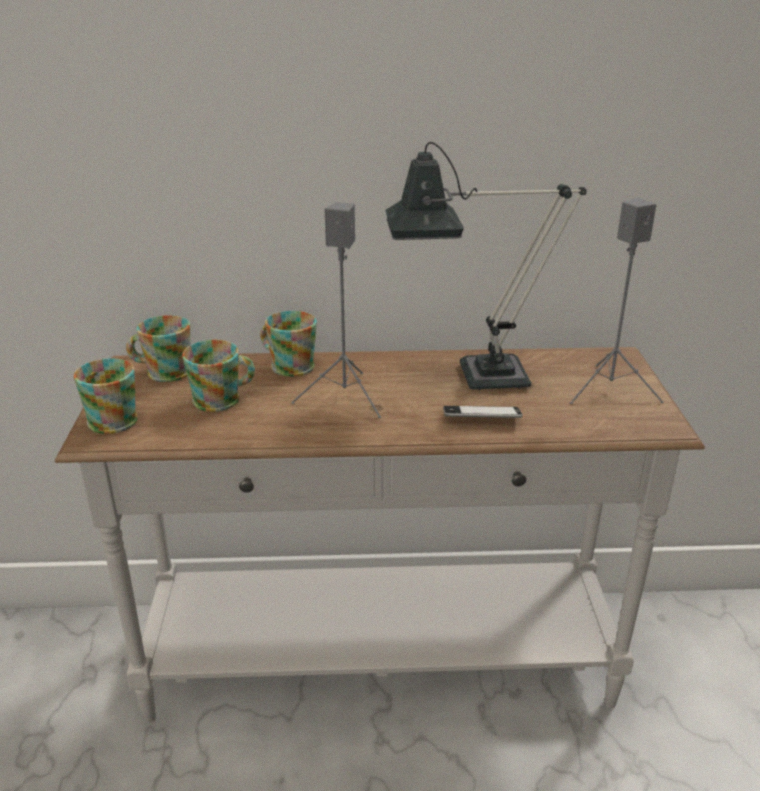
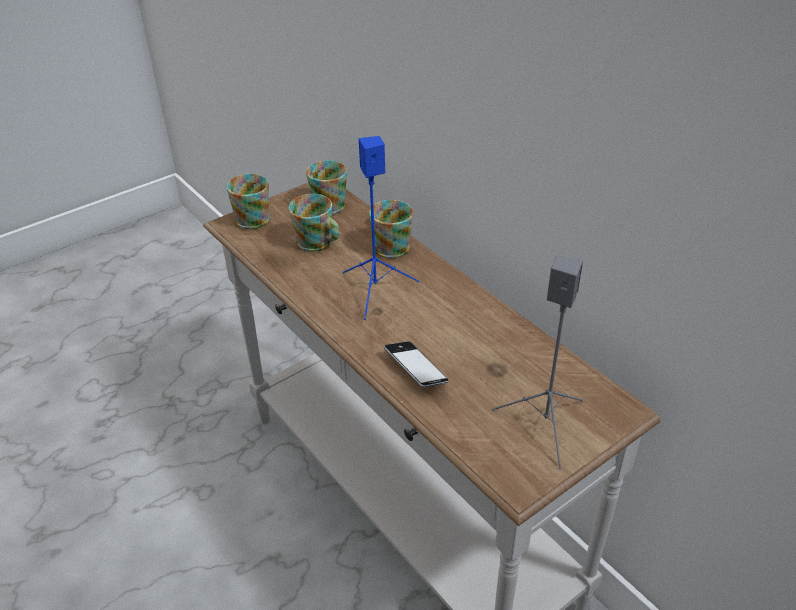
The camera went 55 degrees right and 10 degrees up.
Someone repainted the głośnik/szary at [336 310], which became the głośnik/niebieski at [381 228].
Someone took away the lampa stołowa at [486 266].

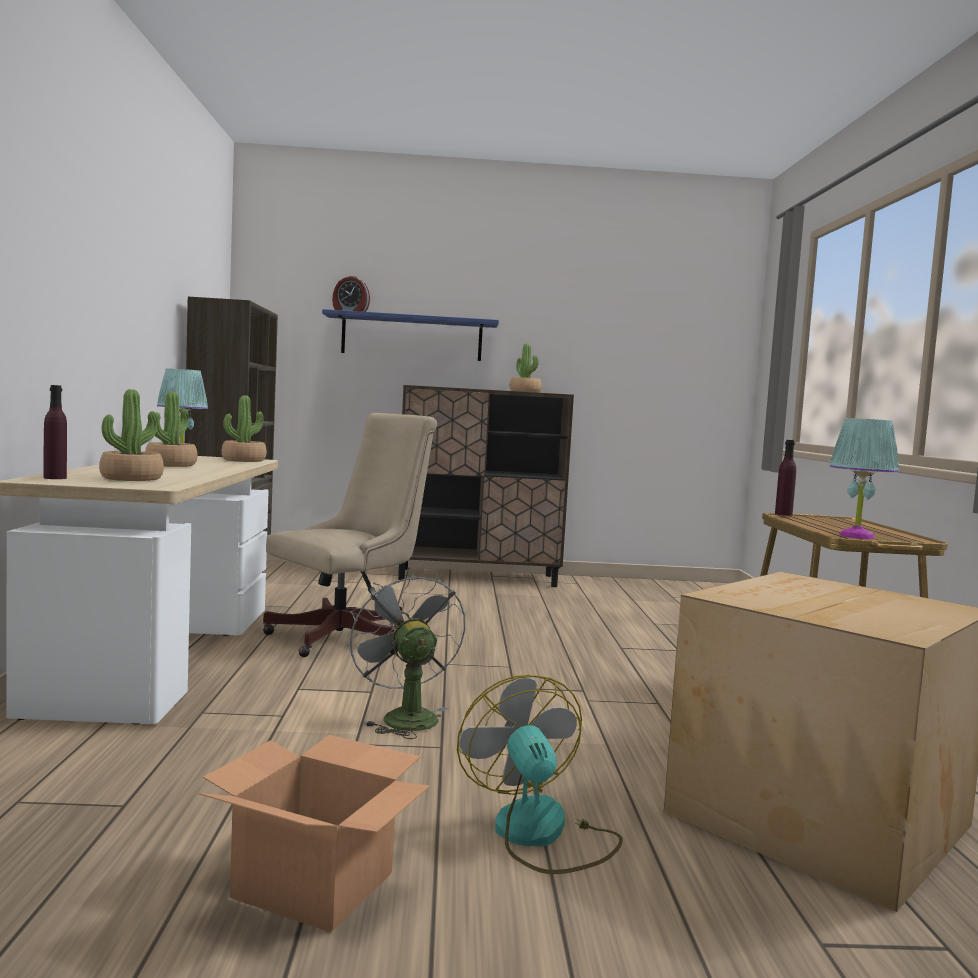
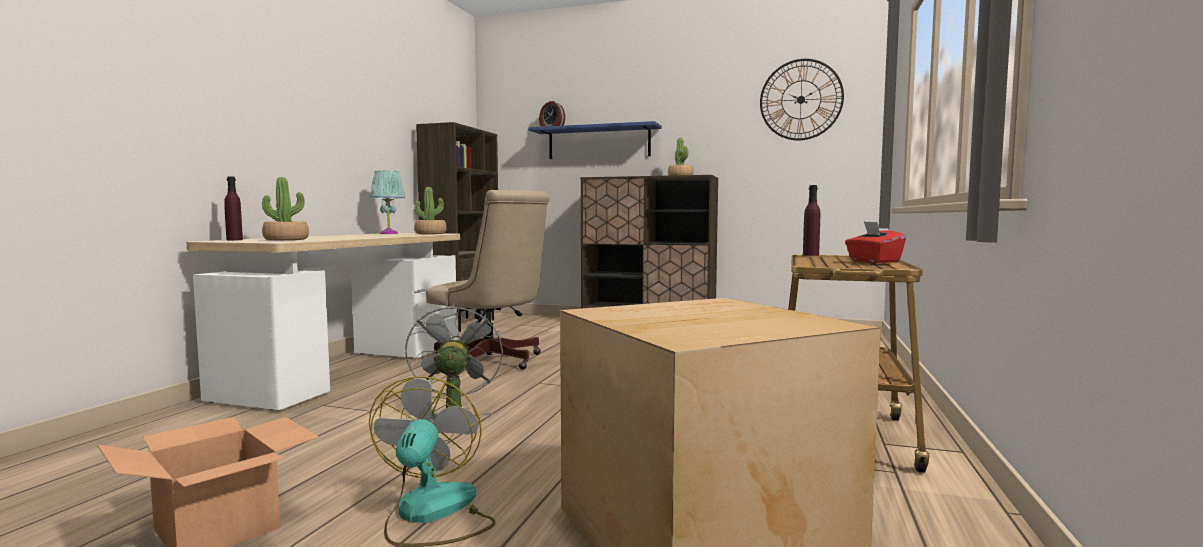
The camera went 20 degrees right and 0 degrees up.
Someone took away the roślina doniczkowa at [171 429].
Someone rotated the krzesło biurowe/beżowy at [350 535] by 60 degrees clockwise.
Someone took away the lampa stołowa/turkusowy at [864 478].
Someone put up the zegar ścienny at [802 99].
Someone put down the pudełko chusteczek/czerwony at [875 242].

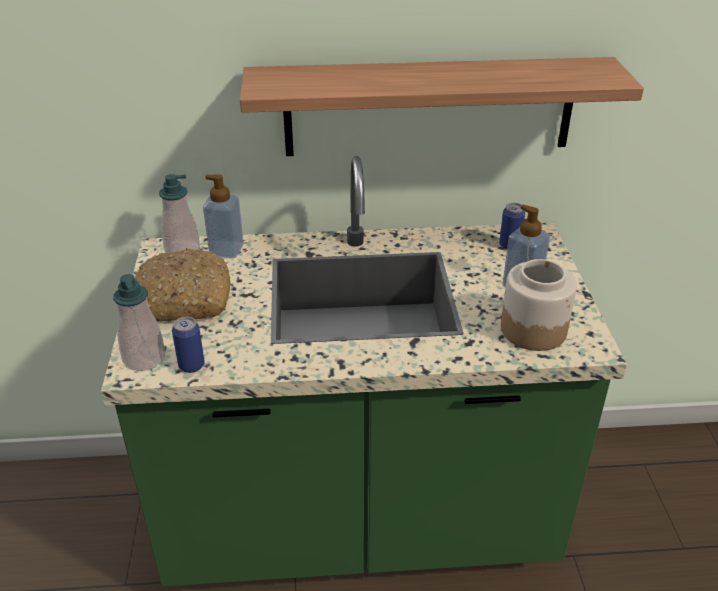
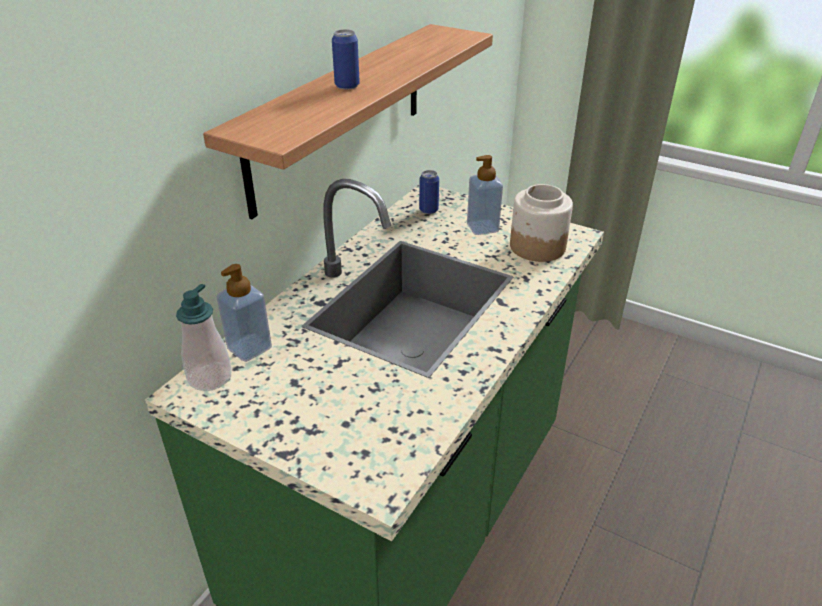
The camera went 55 degrees left and 0 degrees up.
Someone took away the dozownik mydła at [139 322].
Someone took away the chleb at [182 285].
Someone carried the puszka from [188 345] to [346 59].

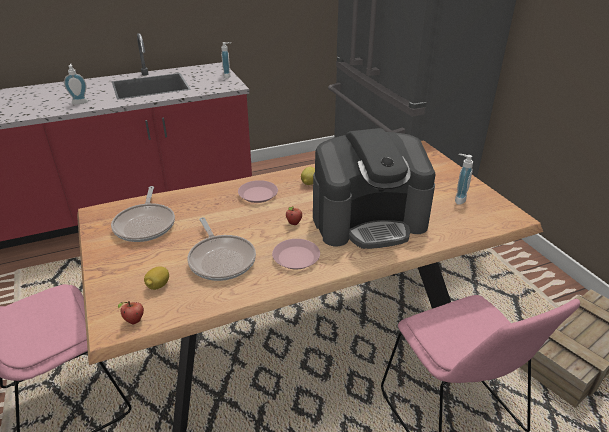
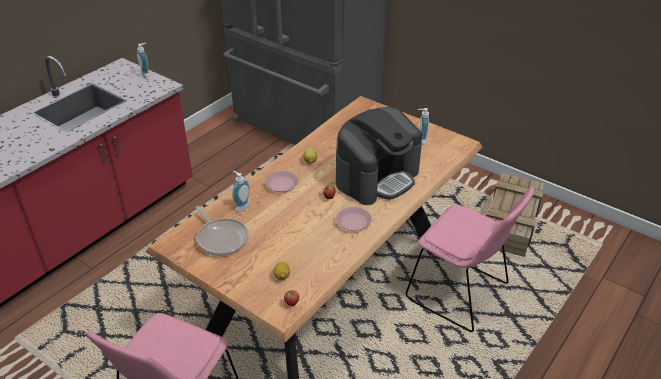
The camera went 30 degrees left and 5 degrees up.
Someone carried the dozownik mydła from [76 84] to [241 191].
Someone took away the patelnia at [221 249].

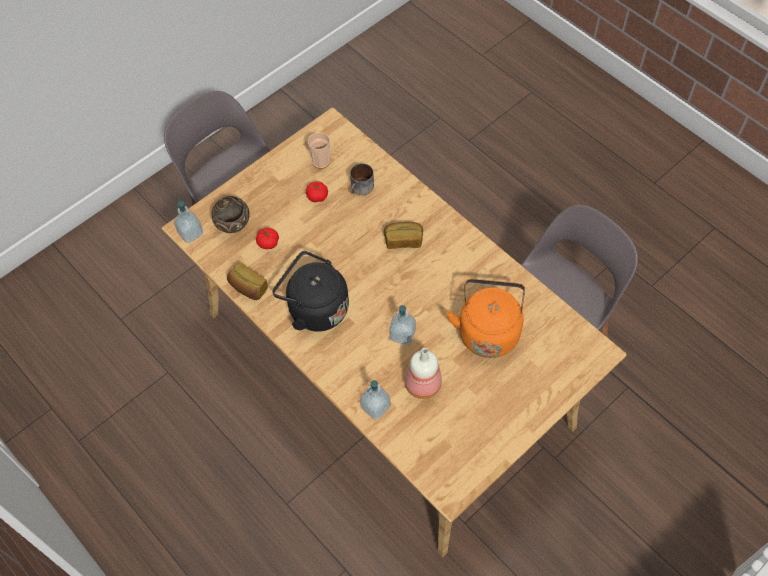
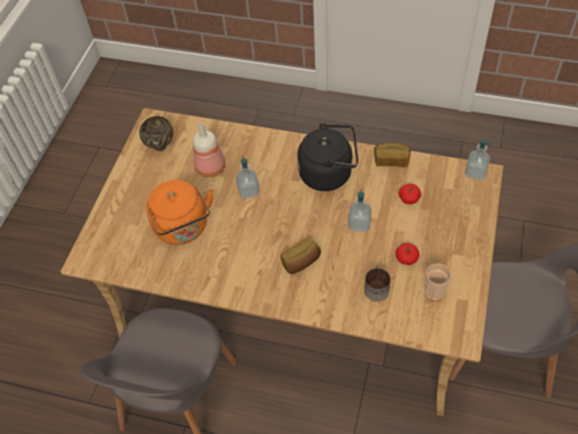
The camera went 150 degrees right and 5 degrees down.
Someone carried the miska/brązowy from [231 214] to [156 133].
Someone carried the dozownik mydła from [375 400] to [360 210].

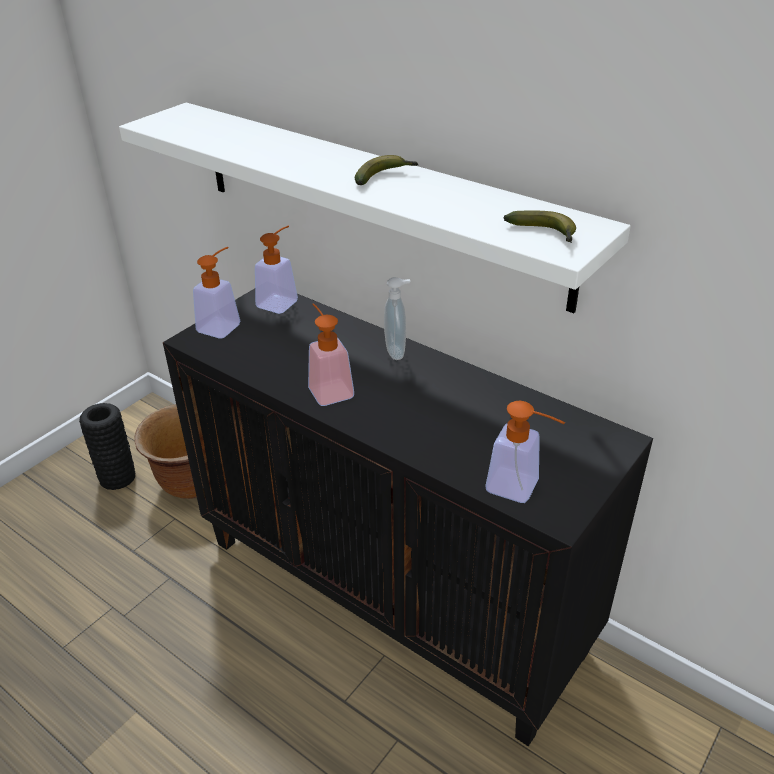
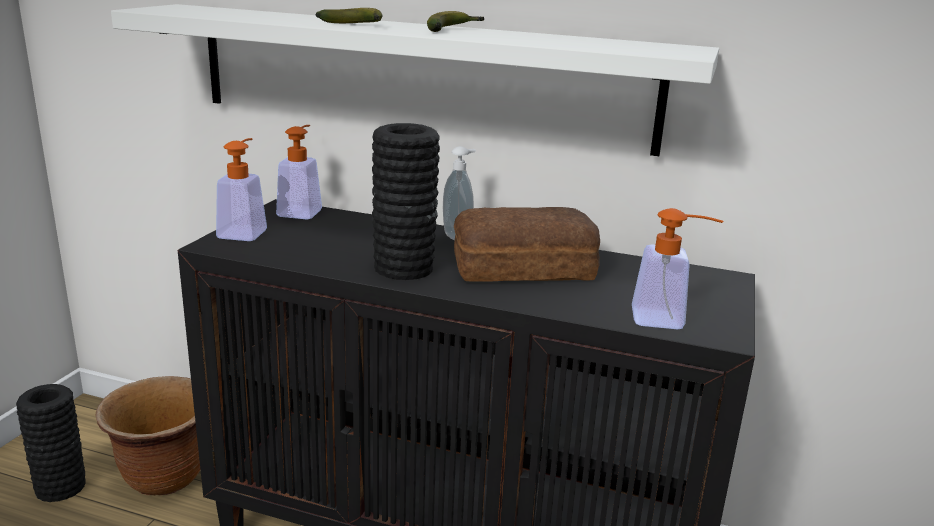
The camera went 20 degrees left and 15 degrees down.
Someone swapped the dozownik mydła at [331 354] for the wazon/czarny at [406 201].
Someone carried the banan from [540 227] to [349 15].
Someone put down the chleb at [527 244].

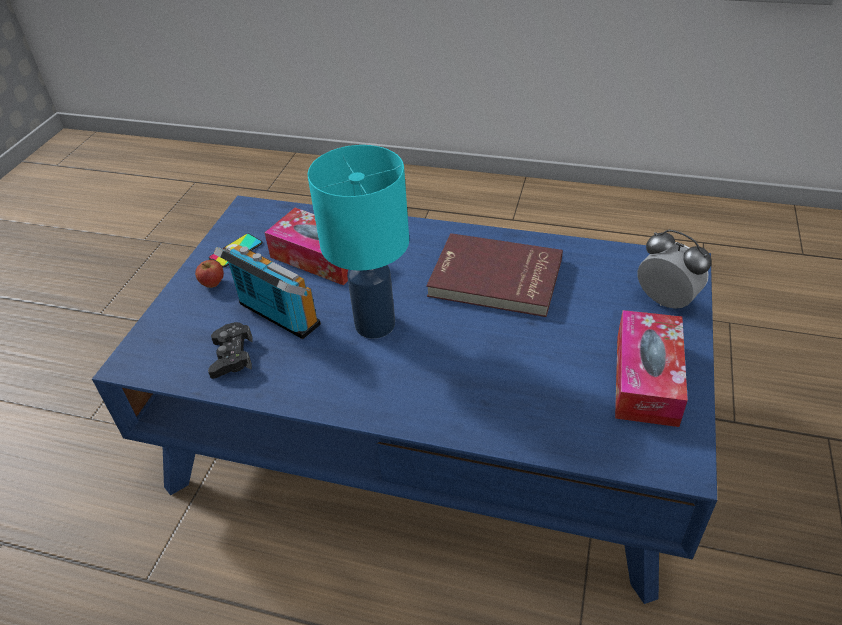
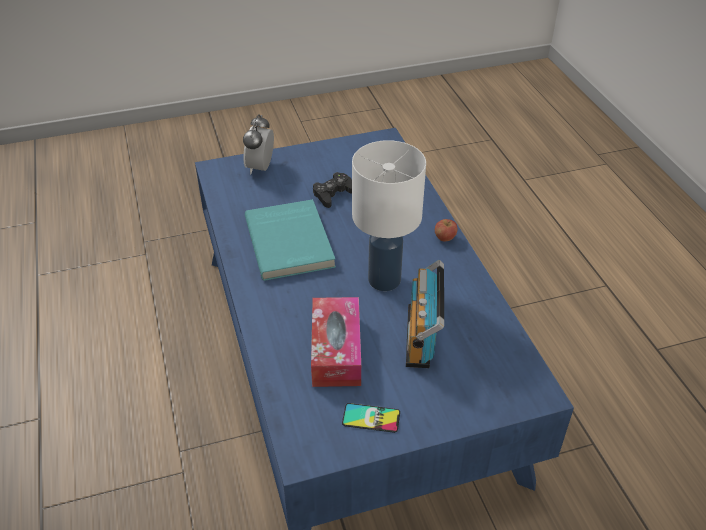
The camera went 125 degrees left and 0 degrees up.
Someone carried the jabłko from [209 274] to [446 230].
Someone carried the pad do gier/czarny from [230 350] to [332 190].
Someone repainted the lampa stołowa/turkusowy at [358 241], which became the lampa stołowa/biały at [389 215].
Someone repainted the książka/czerwony at [494 275], which became the książka/turkusowy at [290 240].
Someone took away the pudełko chusteczek at [651 368].

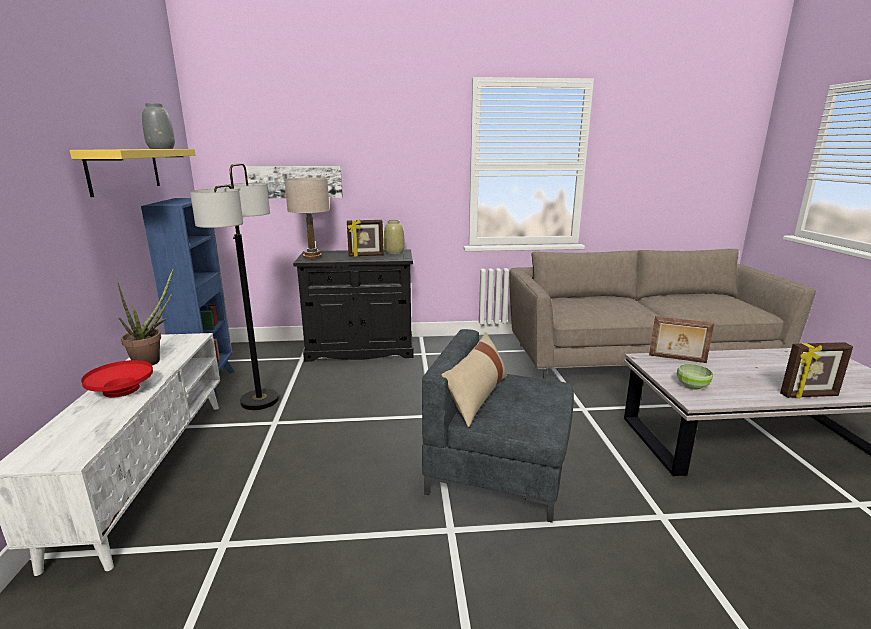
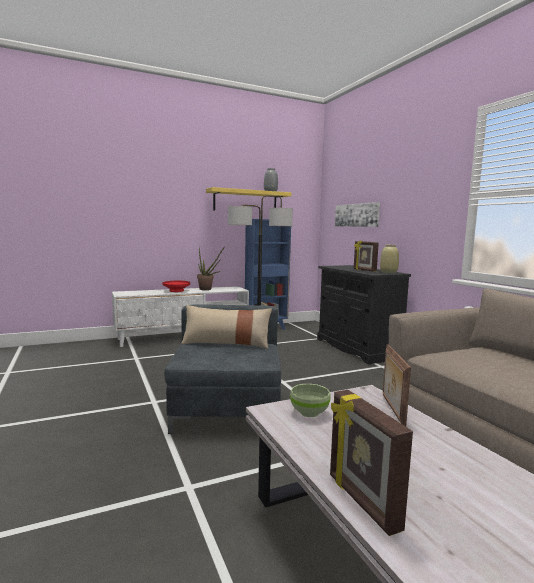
The camera went 70 degrees right and 10 degrees down.
Someone took away the lampa stołowa/beżowy at [307 218].

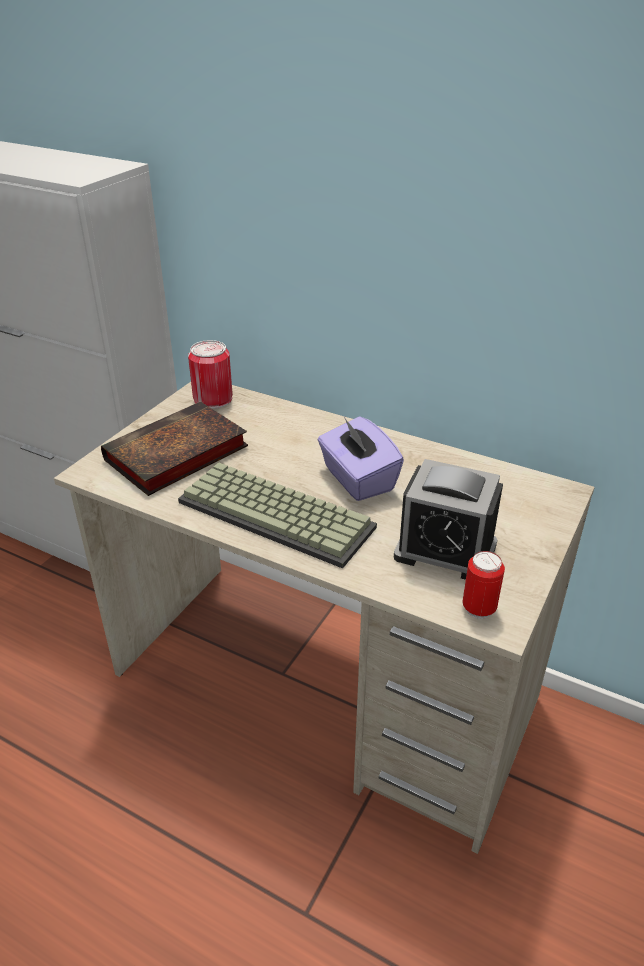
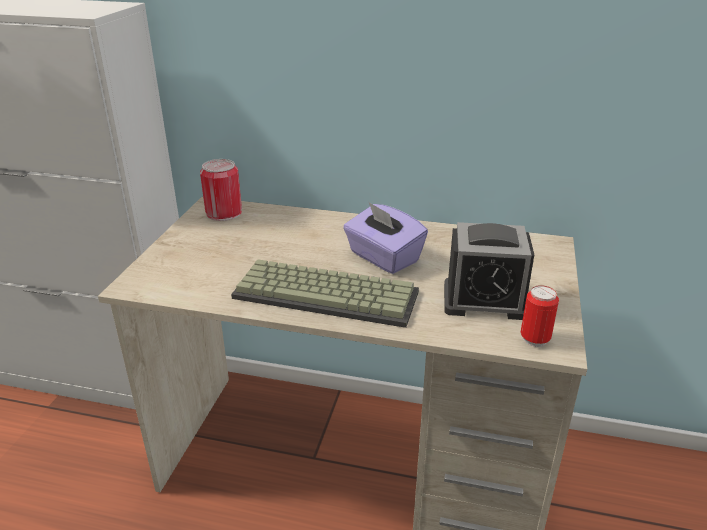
The camera went 15 degrees left and 5 degrees down.
Someone took away the książka at [174 448].

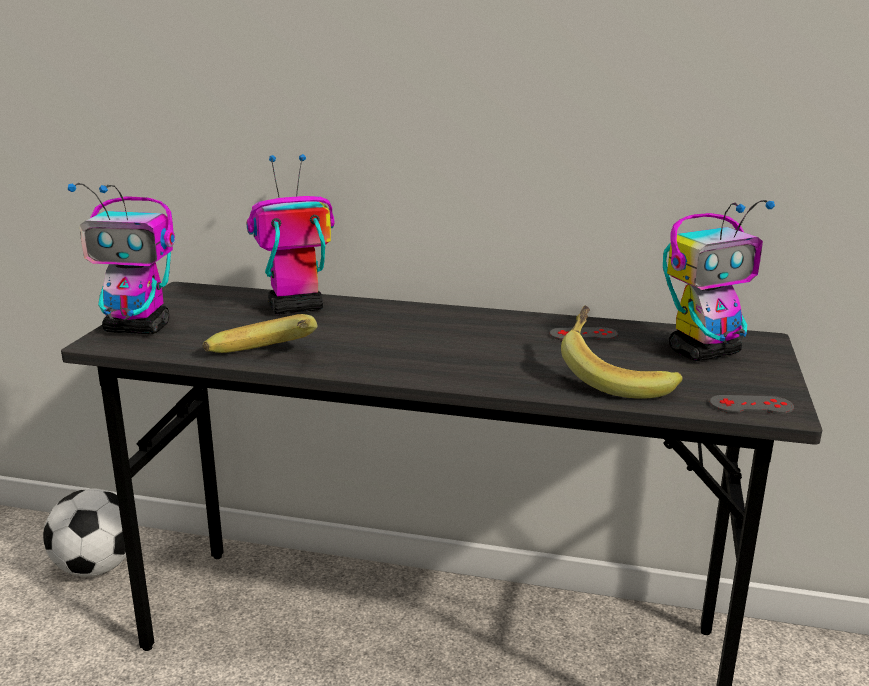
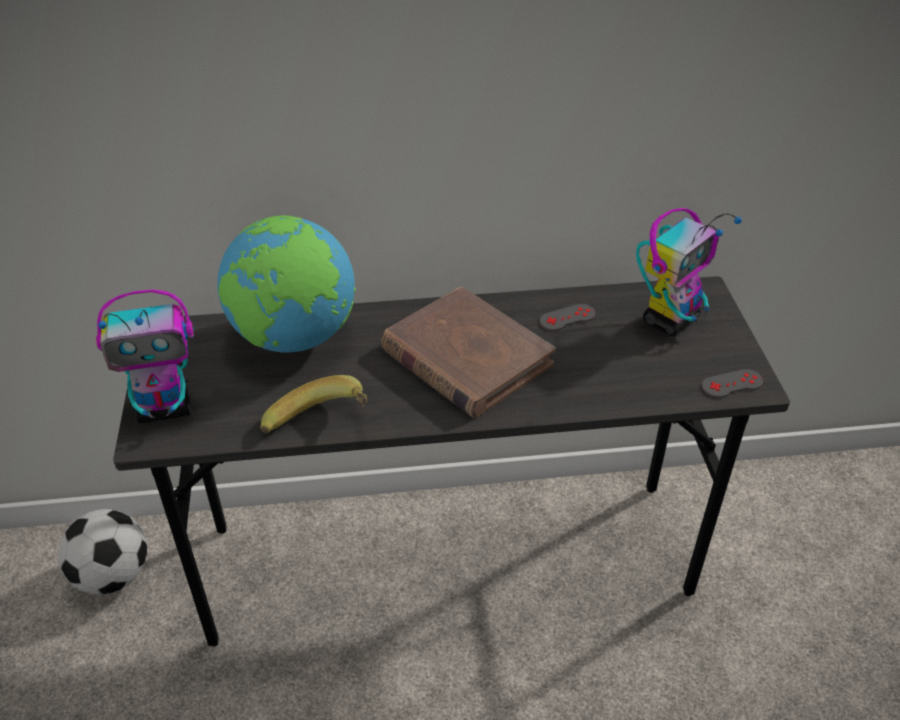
The camera went 20 degrees left and 20 degrees up.
Someone swapped the robot zabawkowy at [291 234] for the globus at [287 284].
Someone took away the banan at [622 352].
Someone put down the książka/brązowy at [468 352].

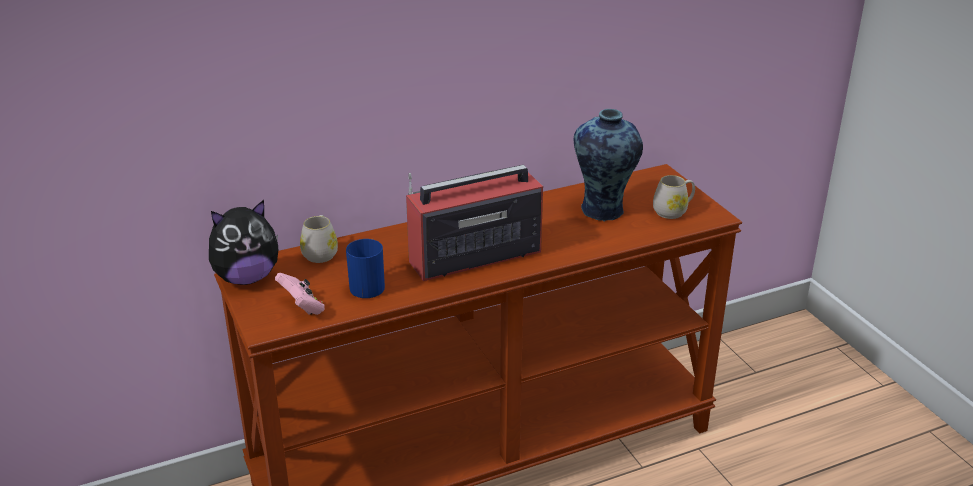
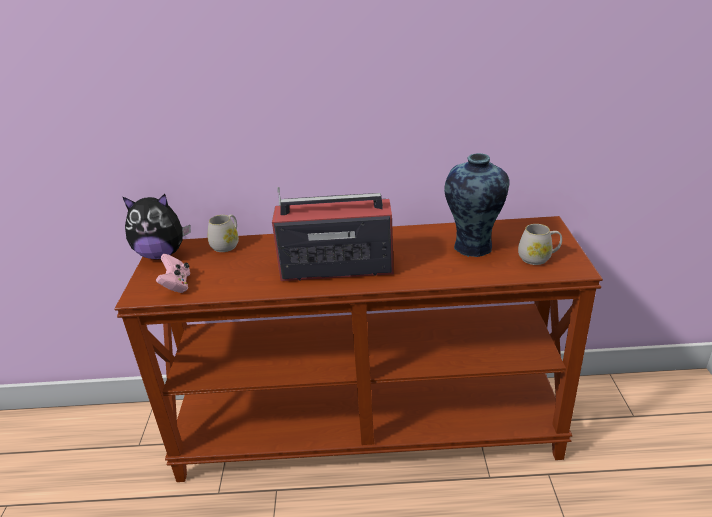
The camera went 25 degrees right and 0 degrees up.
Someone took away the kubek/niebieski at [365 268].

